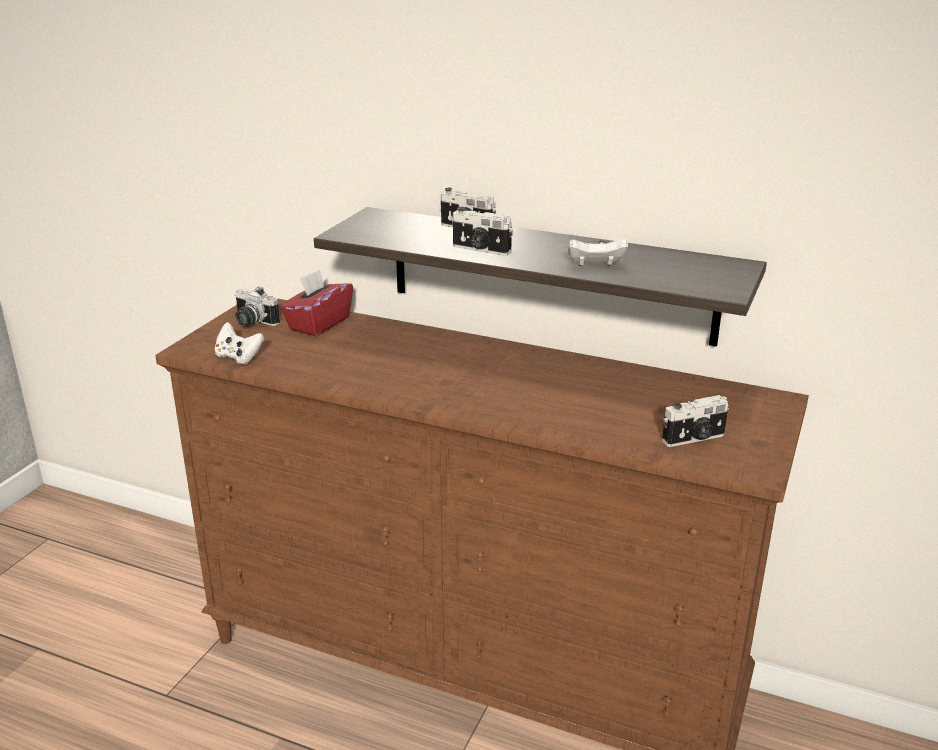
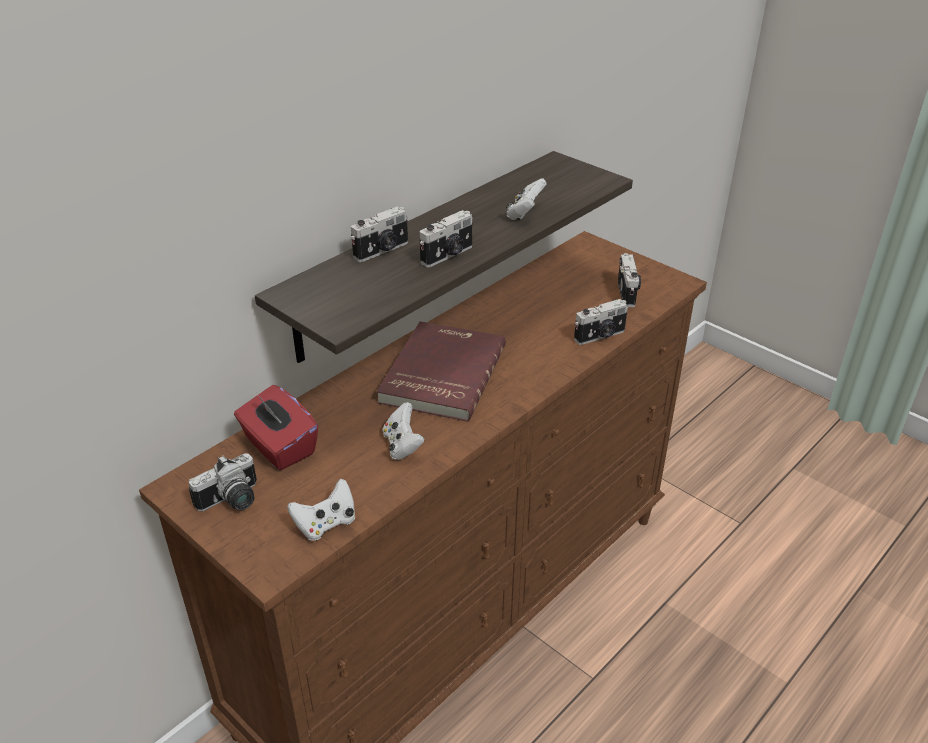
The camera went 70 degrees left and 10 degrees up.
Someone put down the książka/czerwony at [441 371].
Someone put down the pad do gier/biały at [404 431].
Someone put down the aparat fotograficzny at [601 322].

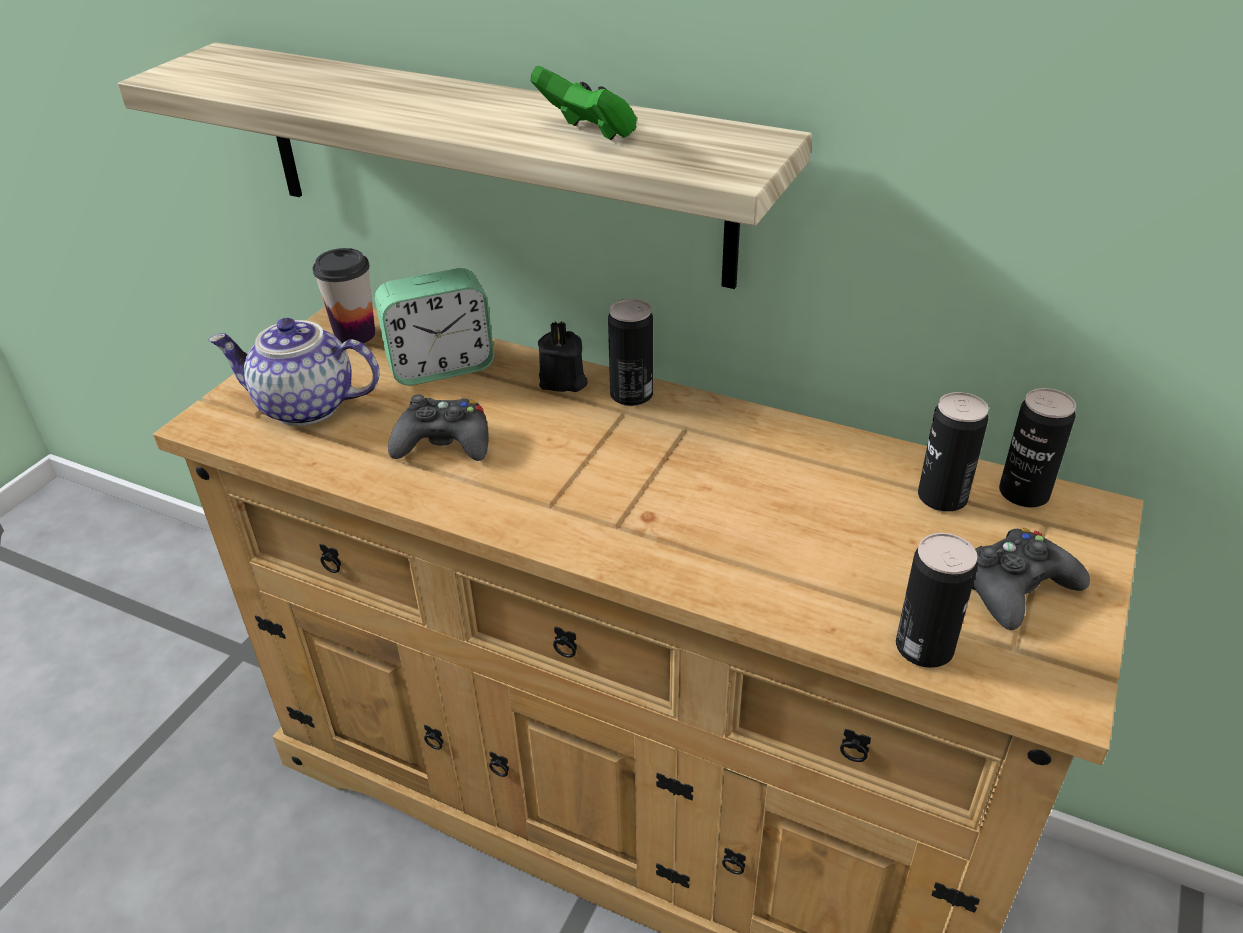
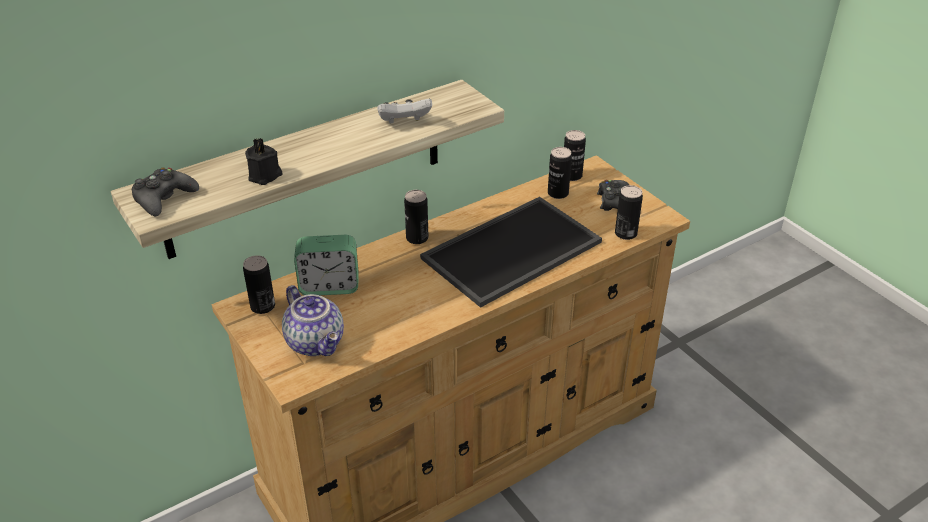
The camera went 60 degrees left and 0 degrees up.
Someone rotated the imbryk at [294 372] by 75 degrees counterclockwise.
Someone swapped the filiżanka at [343 295] for the puszka at [259 284].
Someone rotated the budzik at [434 327] by 75 degrees clockwise.
Someone carried the pad do gier/czarny from [438 428] to [165 192].
Someone repainted the pad do gier/zielony at [584 103], which became the pad do gier/biały at [404 111].
Someone carried the świeca/czarny from [563 356] to [264 161].
Someone put down the taca at [511 252].

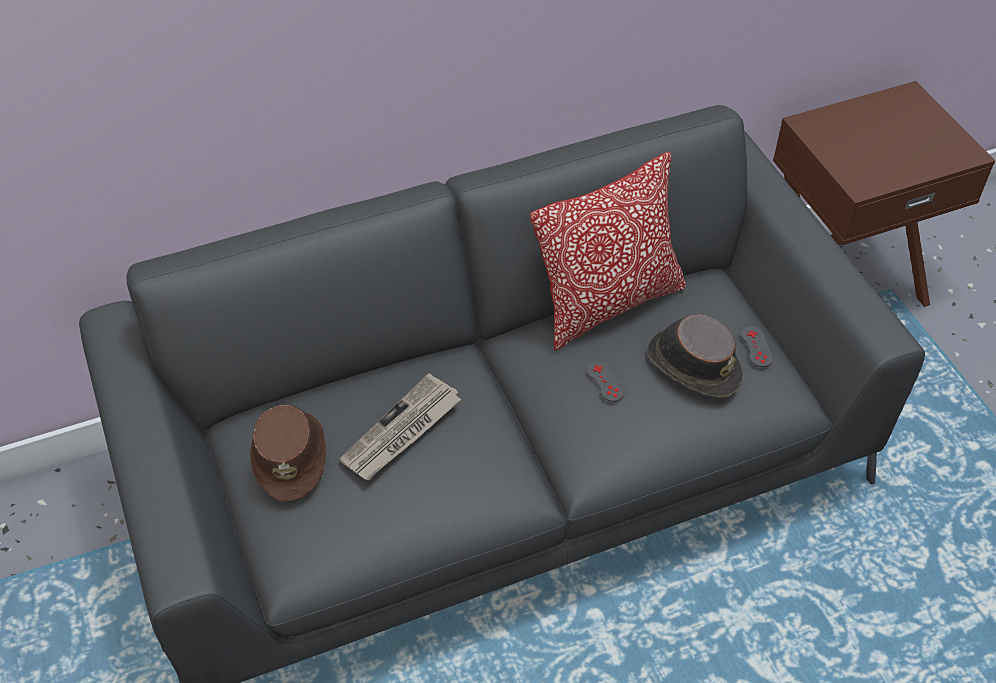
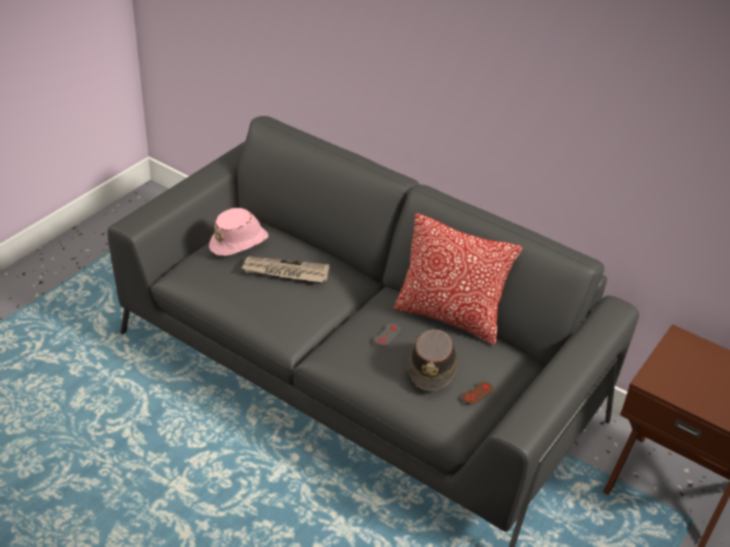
The camera went 55 degrees right and 10 degrees down.
Someone repainted the kapelusz/brązowy at [288 453], which became the kapelusz/różowy at [239 232].
Someone repainted the pad do gier/szary at [757 346], which became the pad do gier/brązowy at [478 393].

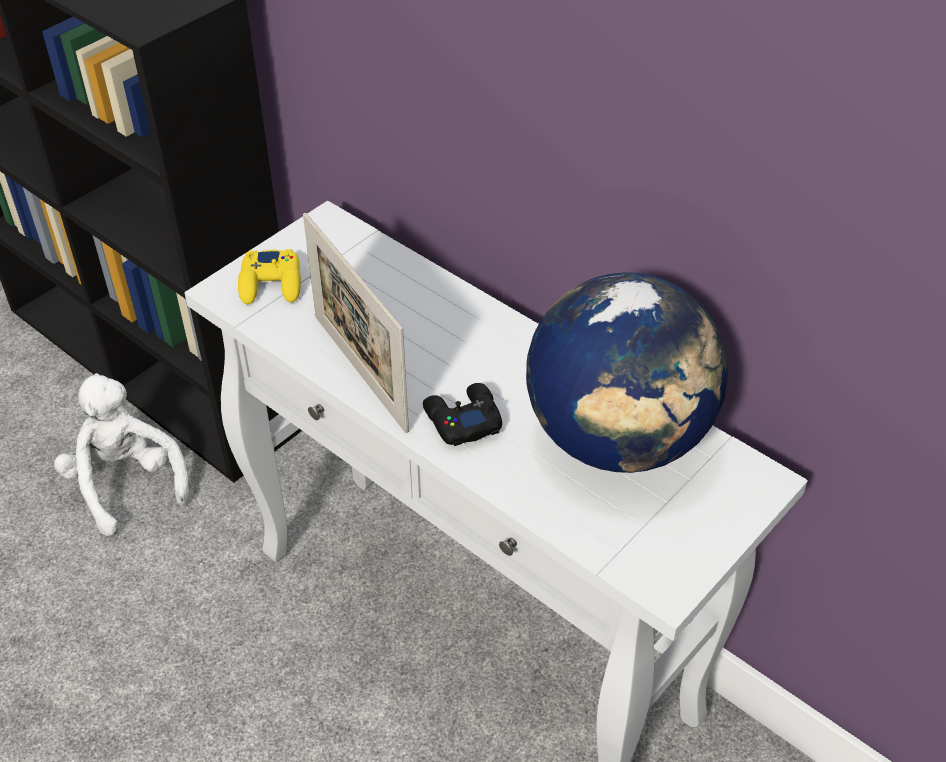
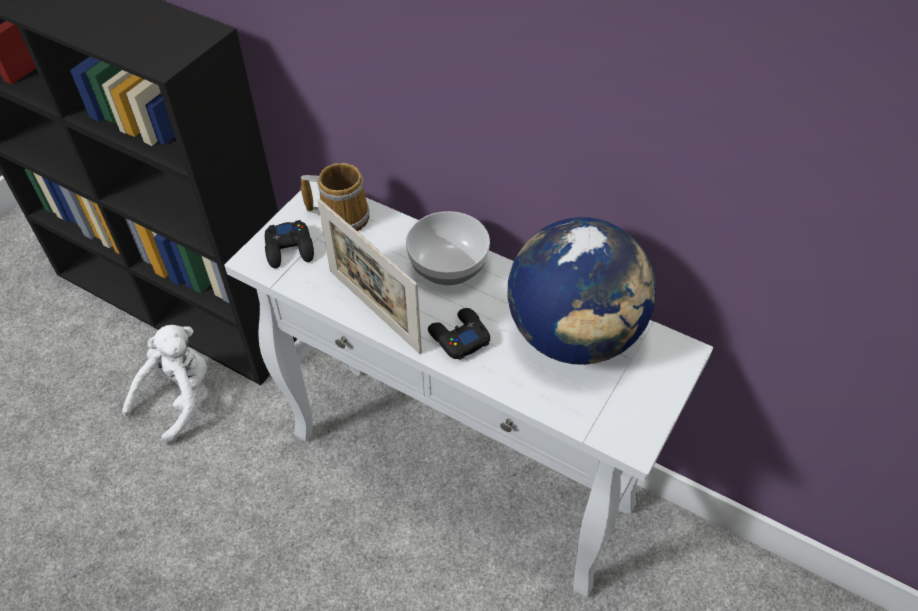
The camera went 10 degrees left and 5 degrees up.
Someone rotated the pluszak/biały at [121 454] by 75 degrees clockwise.
Someone repainted the pad do gier/żółty at [269 276], which became the pad do gier/czarny at [289 244].
Someone put down the kubek at [335 197].
Someone put down the miska at [448 248].

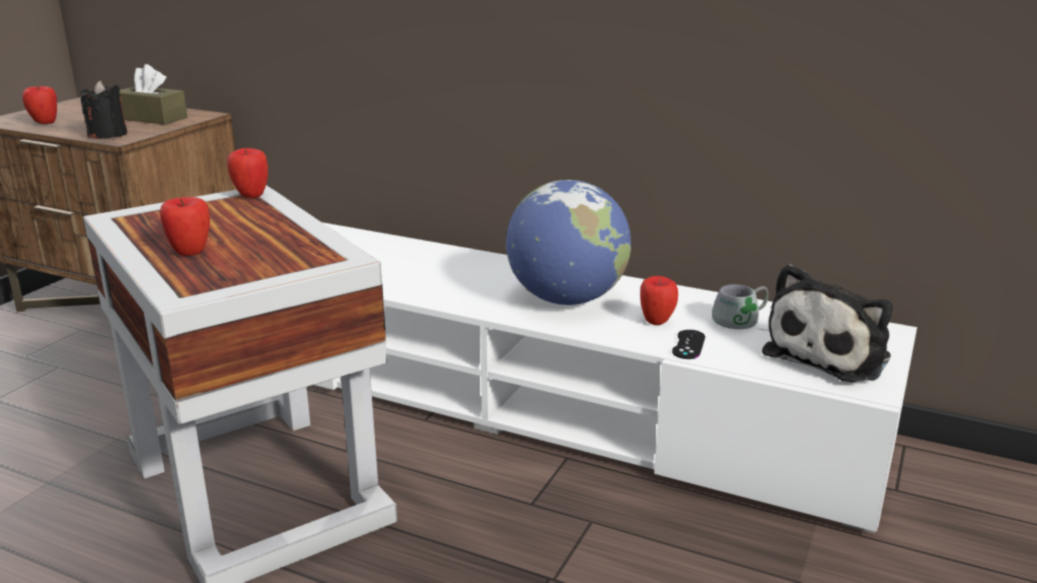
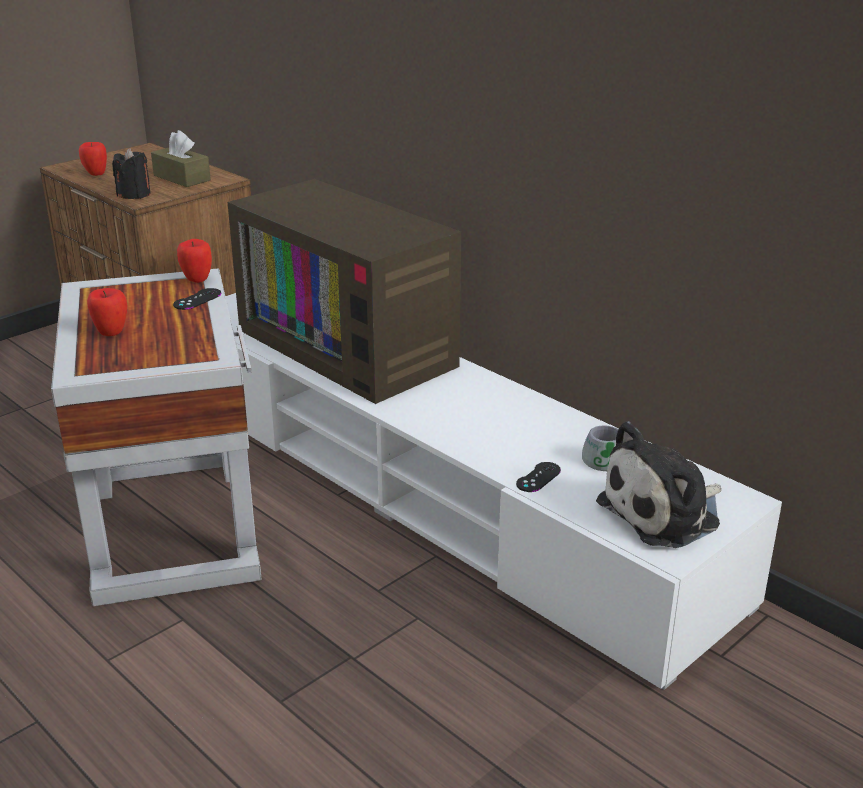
The camera went 20 degrees right and 5 degrees up.
Someone took away the globus at [568 242].
Someone took away the jabłko at [659 300].
Someone put down the pad do gier/czarny at [197 299].
Someone put down the telewizor at [344 291].

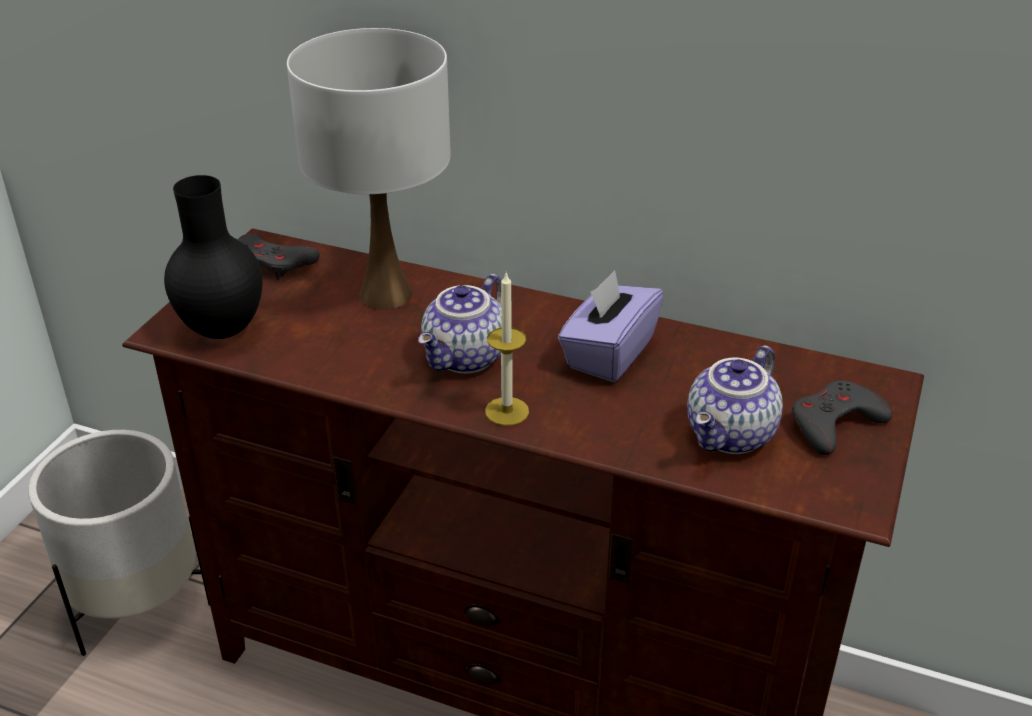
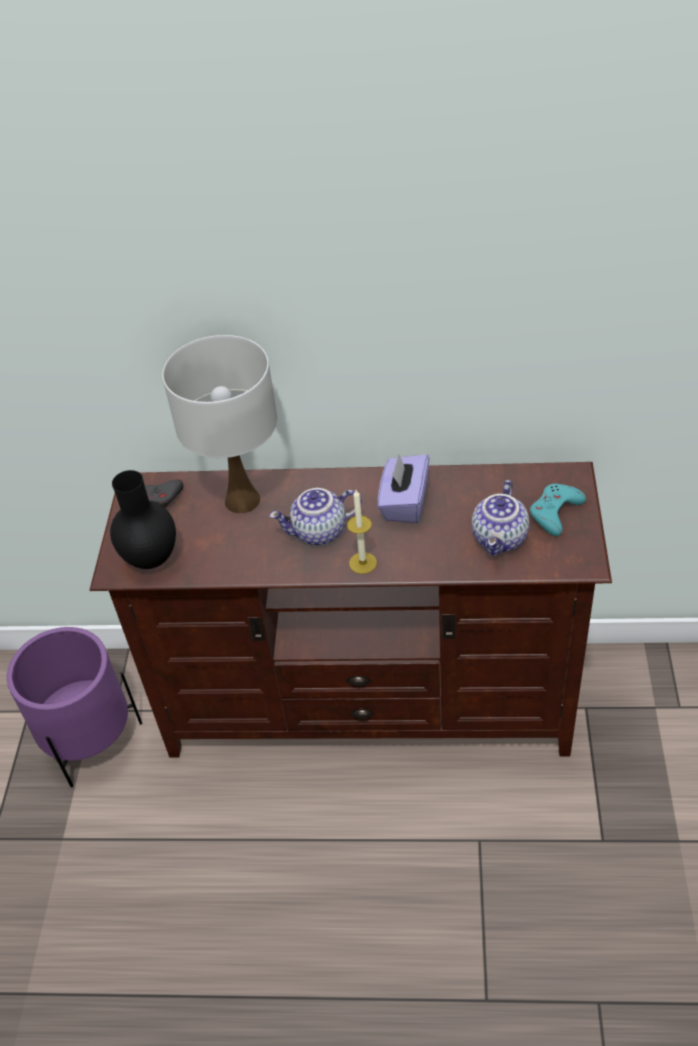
The camera went 15 degrees left and 10 degrees up.
Someone repainted the donica/biały at [119 543], which became the donica/fioletowy at [74 707].
Someone rotated the imbryk at [460 324] by 60 degrees clockwise.
Someone repainted the pad do gier/szary at [842 417], which became the pad do gier/turkusowy at [558 510].

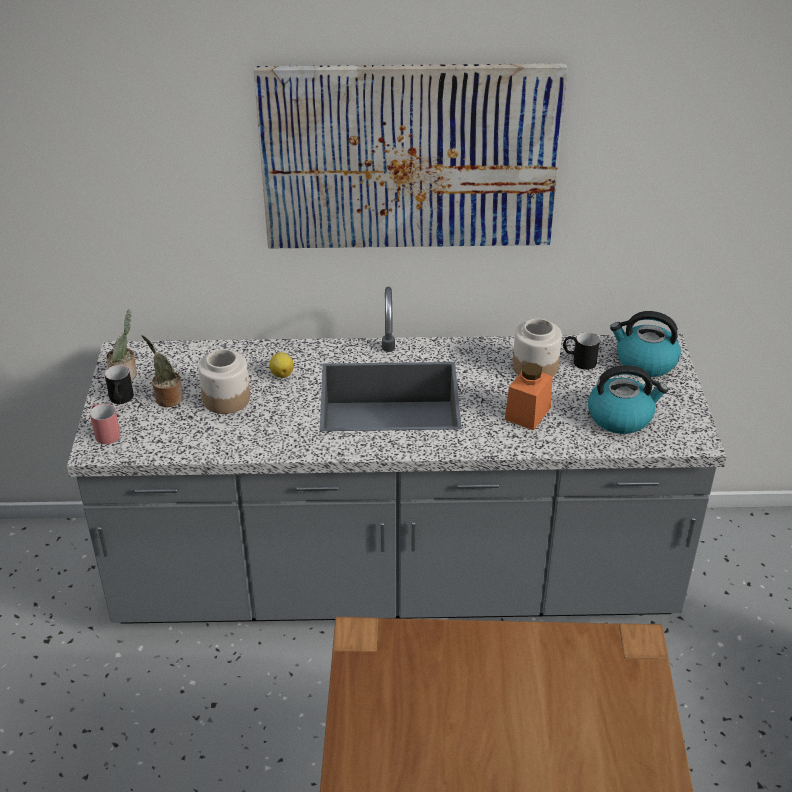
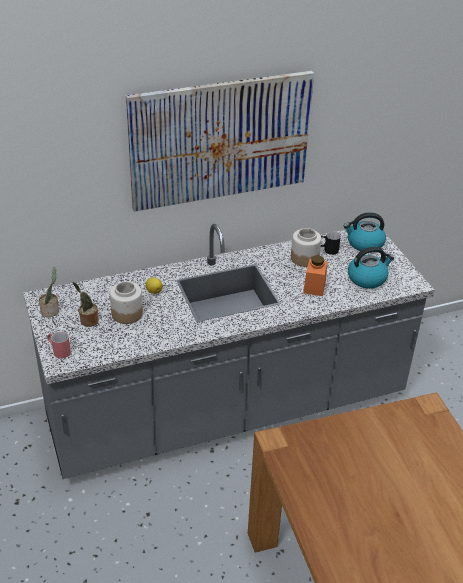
The camera went 20 degrees left and 0 degrees up.
Someone took away the kubek/czarny at [119 385].

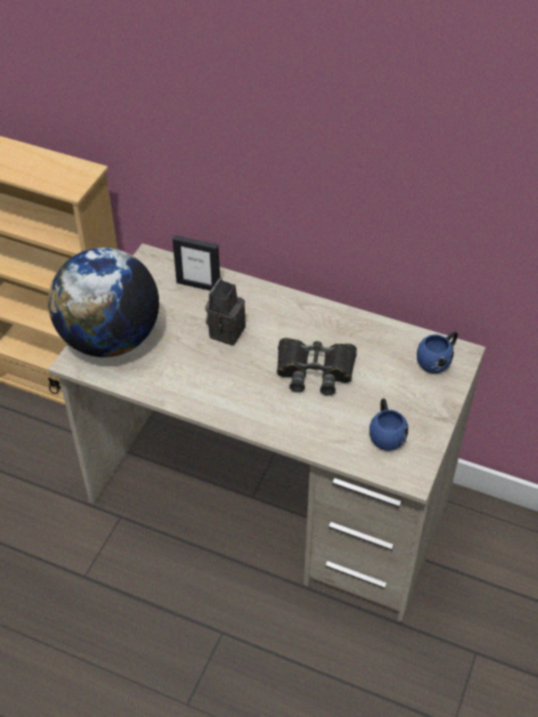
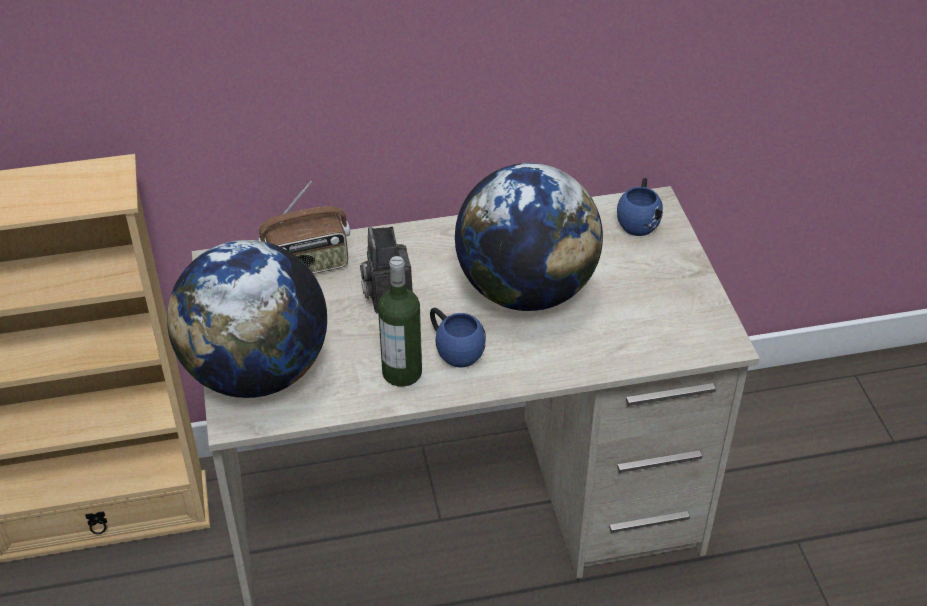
The camera went 35 degrees left and 5 degrees down.
Someone swapped the ramka na zdjęcie at [196 263] for the radio at [304 227].
Someone swapped the lornetka/czarny at [317 367] for the globus at [529 237].
Someone carried the kubek/niebieski from [388 424] to [458 338].
Someone put down the butelka at [400 321].

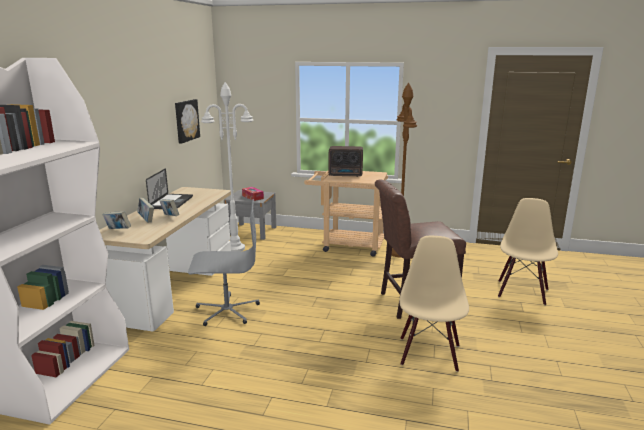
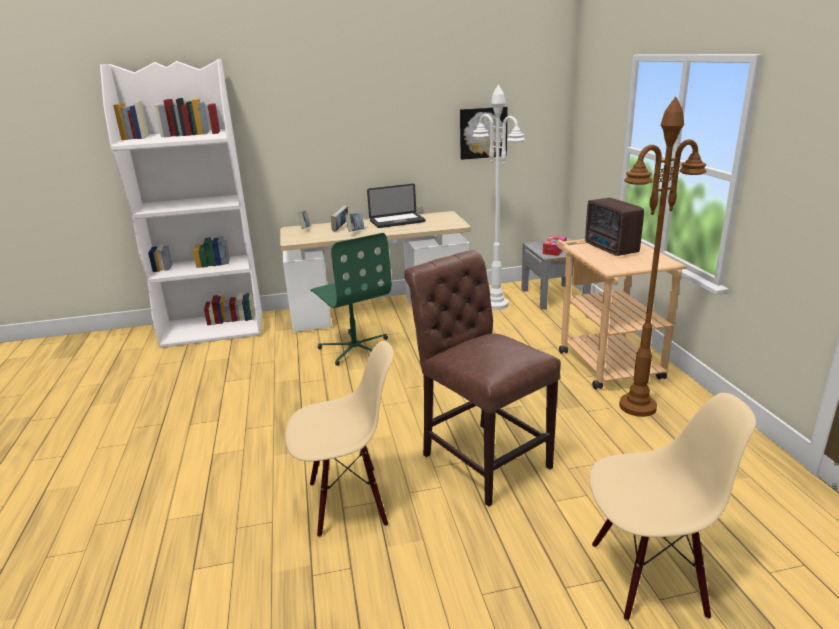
The camera went 65 degrees right and 5 degrees up.
Someone repainted the krzesło biurowe/szary at [224 262], which became the krzesło biurowe/zielony at [351 299].

